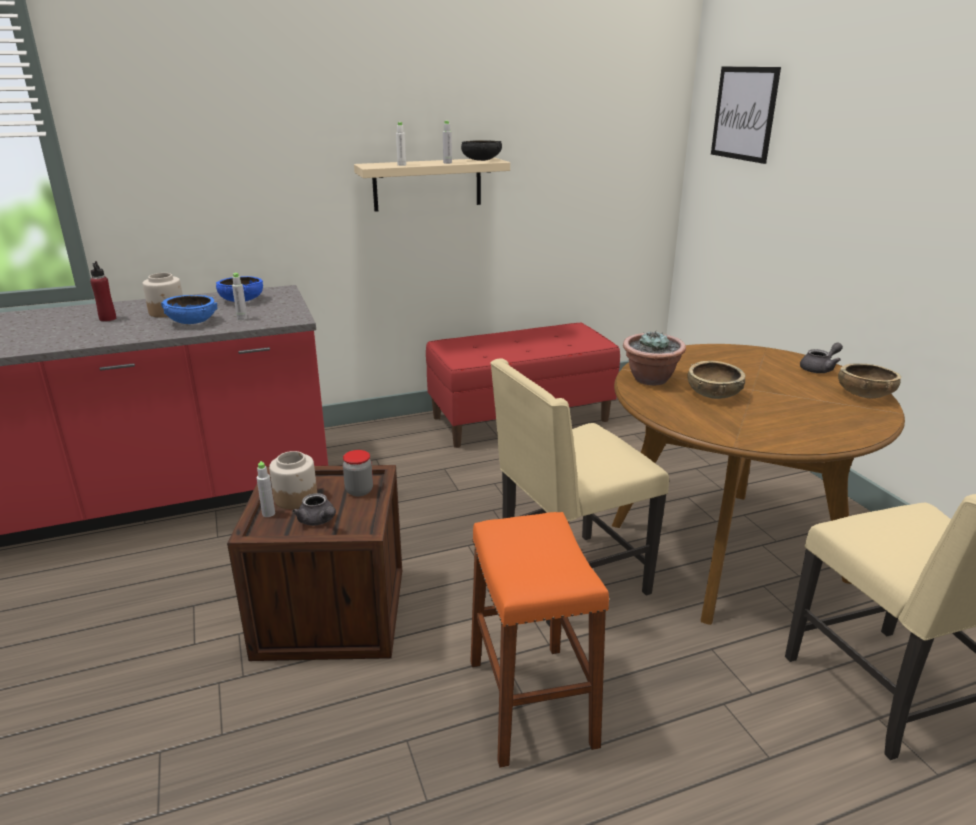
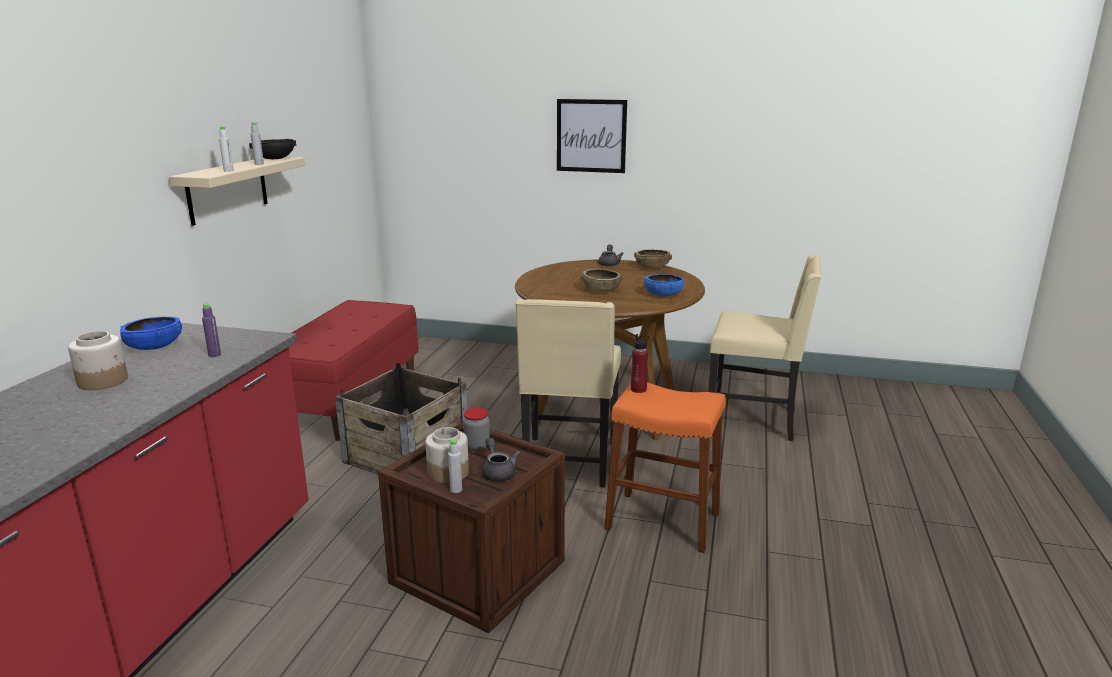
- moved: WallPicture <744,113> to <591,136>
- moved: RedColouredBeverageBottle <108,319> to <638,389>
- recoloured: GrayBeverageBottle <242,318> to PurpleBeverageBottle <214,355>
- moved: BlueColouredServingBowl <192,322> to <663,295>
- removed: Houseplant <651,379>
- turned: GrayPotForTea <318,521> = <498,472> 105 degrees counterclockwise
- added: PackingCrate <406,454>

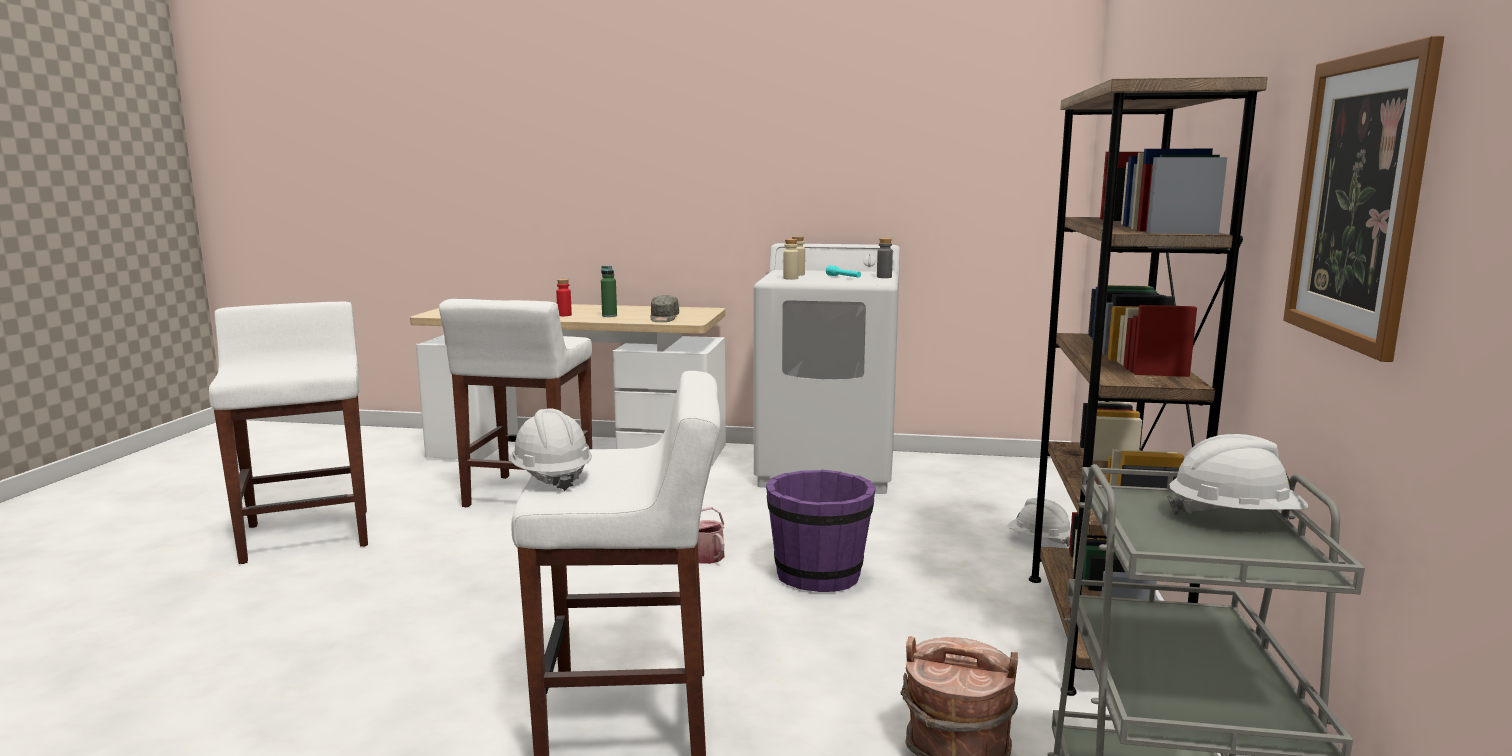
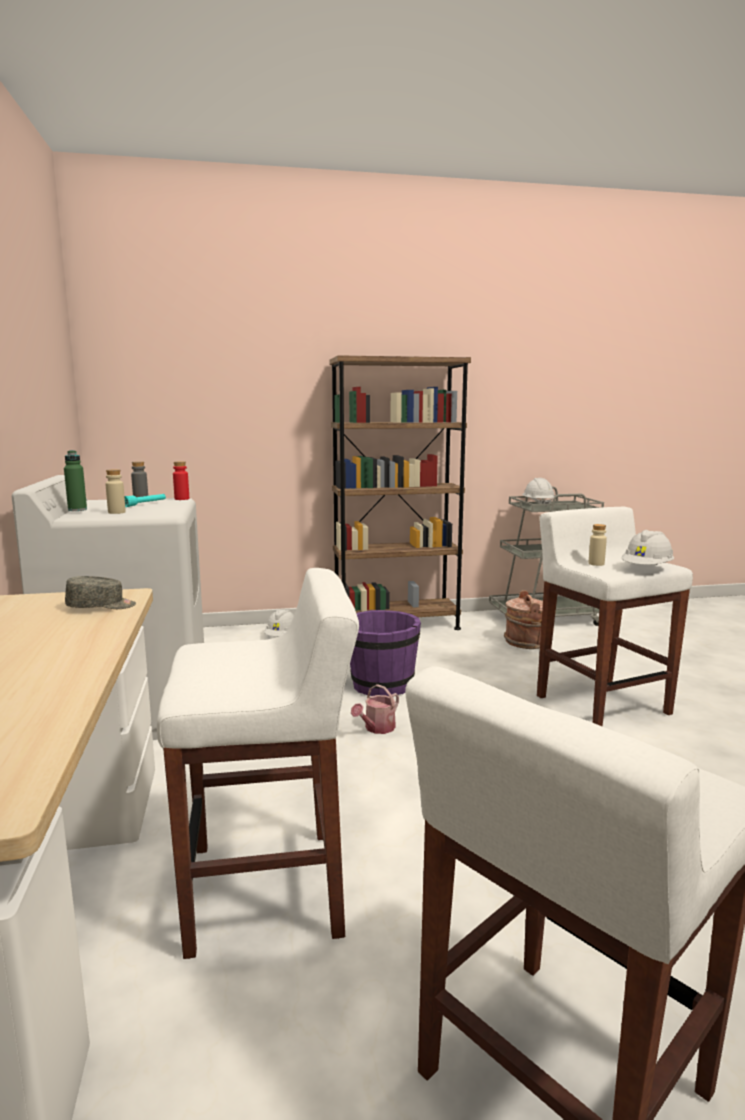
- removed: WallPicture <1357,200>
- moved: BeigeColouredBeverageBottle <790,278> to <596,564>
- moved: GreenishBeverageBottle <609,316> to <77,510>
- moved: RedColouredBeverageBottle <564,315> to <182,499>

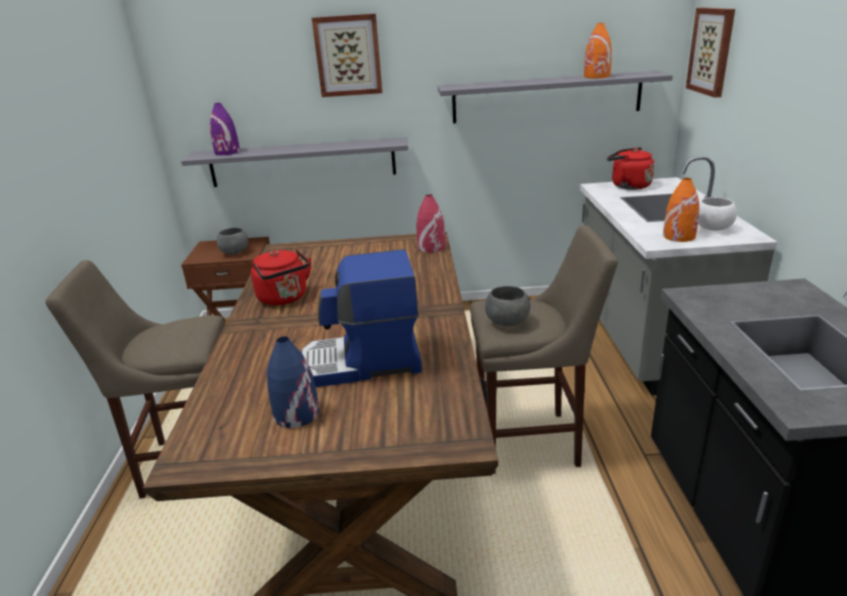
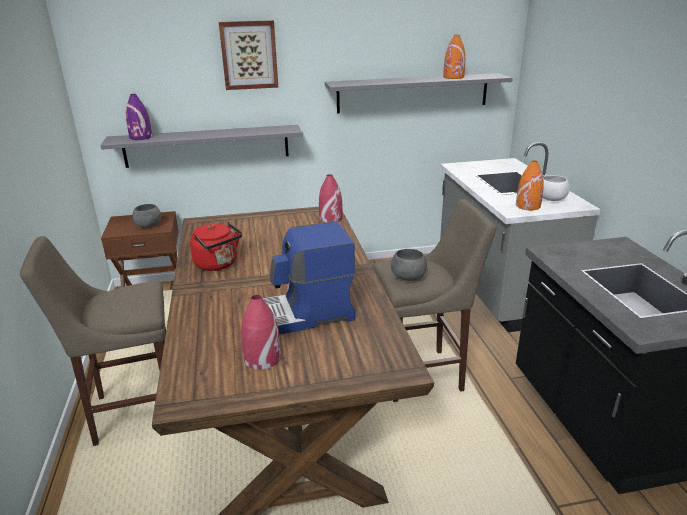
- removed: WallPicture <711,51>
- removed: RedColouredWaterKettle <628,186>
- recoloured: BlueColouredVase <296,414> to RedColouredVase <262,358>

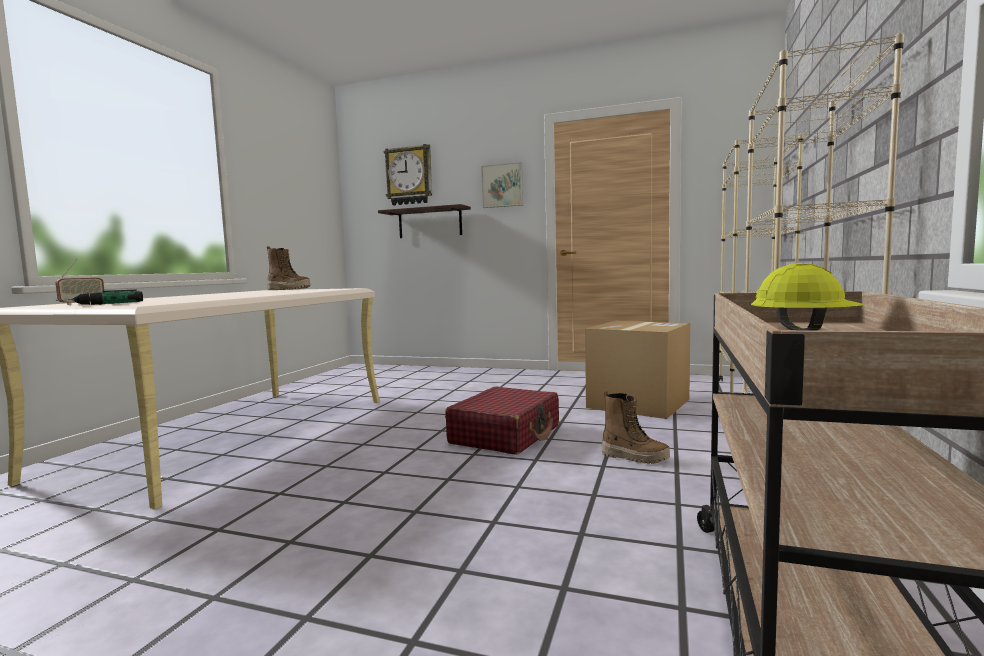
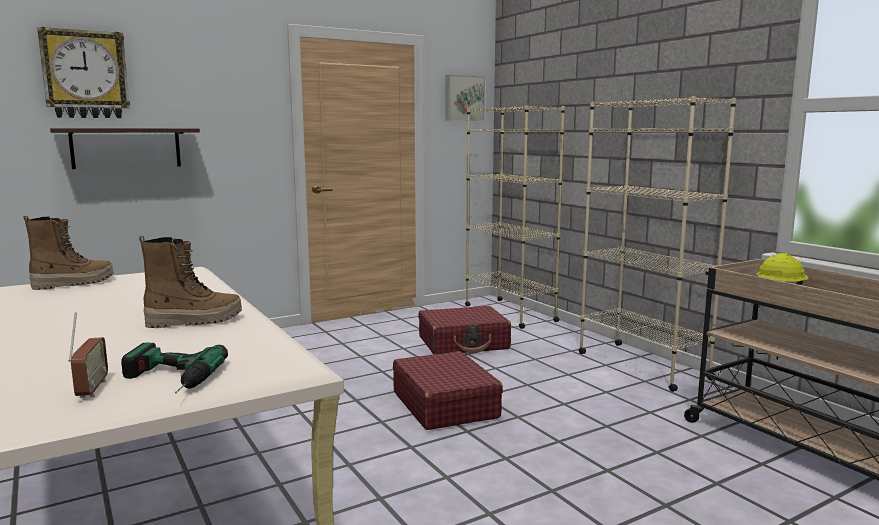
- moved: WallPicture <502,186> to <463,98>
- replaced: PackingBox <638,403> to RedColouredSuitcase <464,343>
- moved: Boot <635,457> to <194,321>

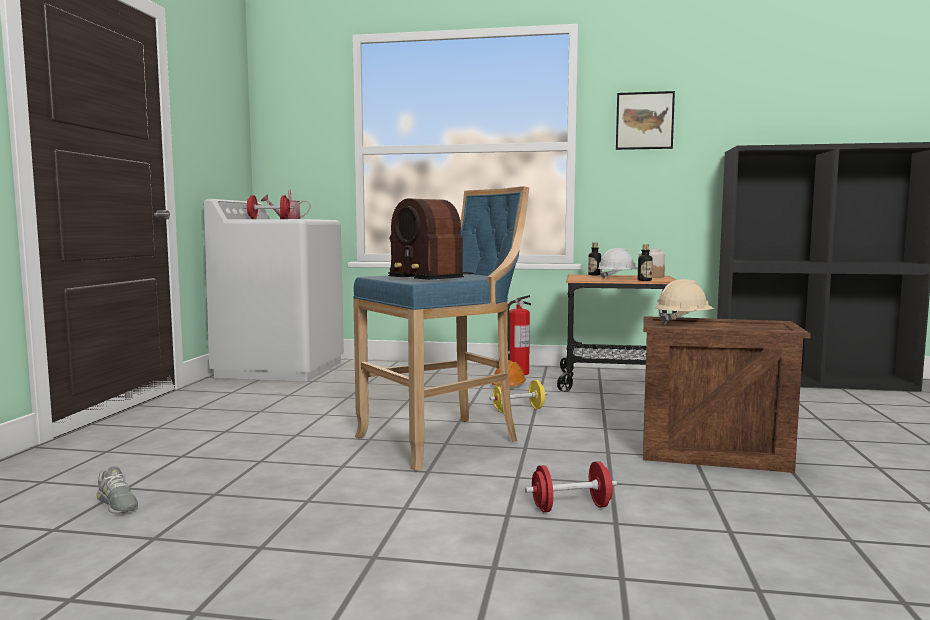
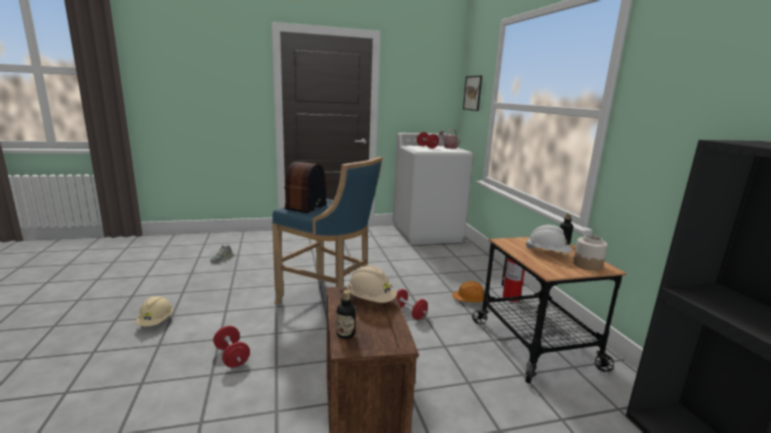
- moved: WallPicture <644,121> to <472,93>
- moved: BeverageBottle <644,280> to <345,334>
- recoloured: YellowColouredDumbbell <518,410> to RedColouredDumbbell <409,313>
- added: BeigeColouredHardHat <156,322>

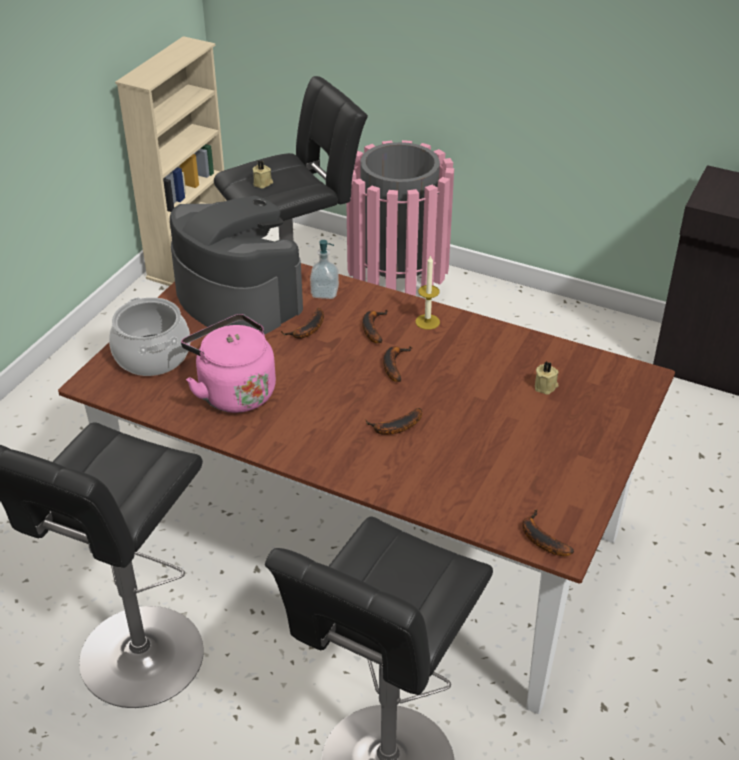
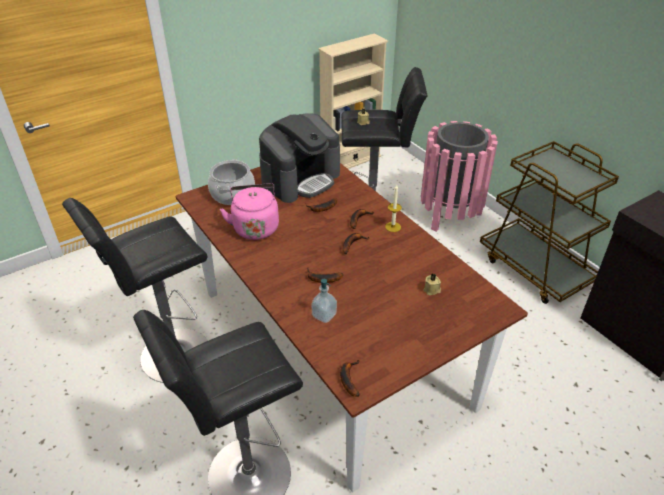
- turned: CoffeeMaker <237,298> = <300,179> 60 degrees clockwise
- moved: SoapDispenser <324,292> to <324,315>
- added: BrownColouredCart <535,269>

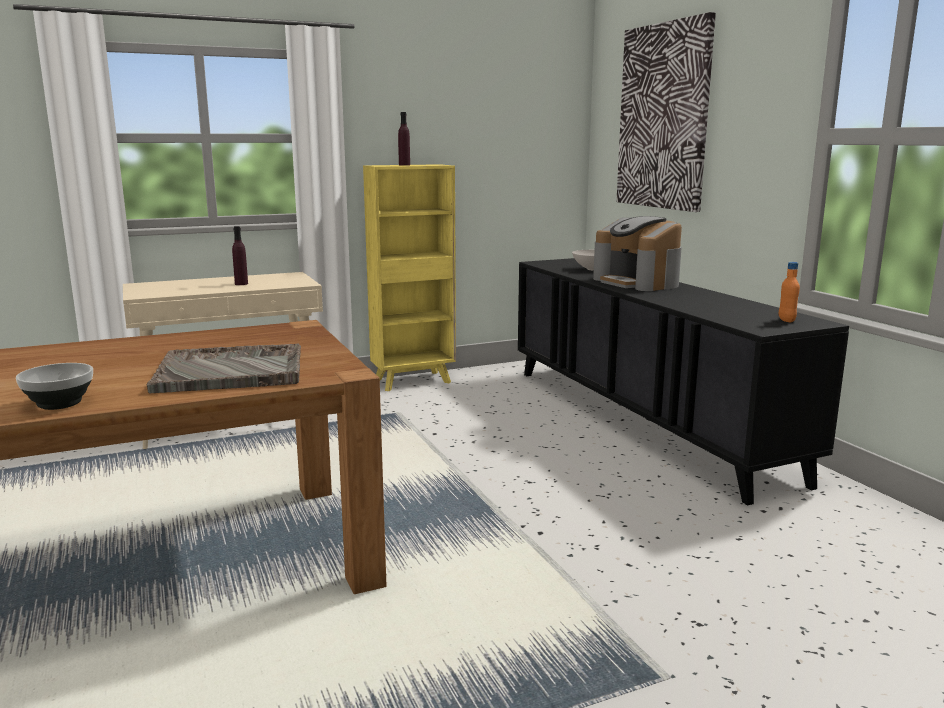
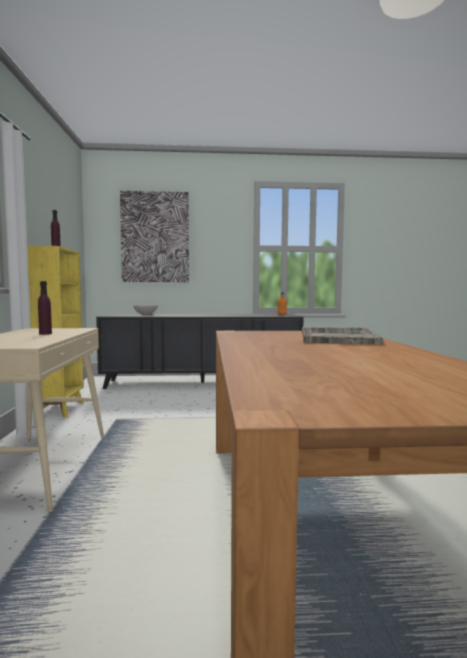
- removed: CoffeeMaker <637,282>
- removed: ServingBowl <60,404>

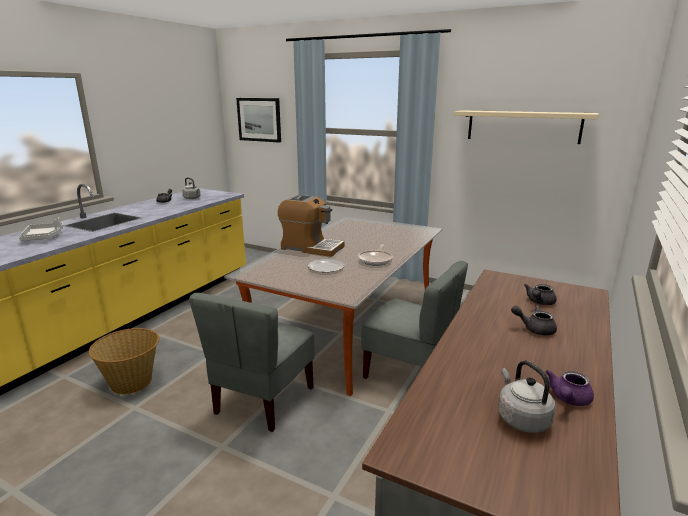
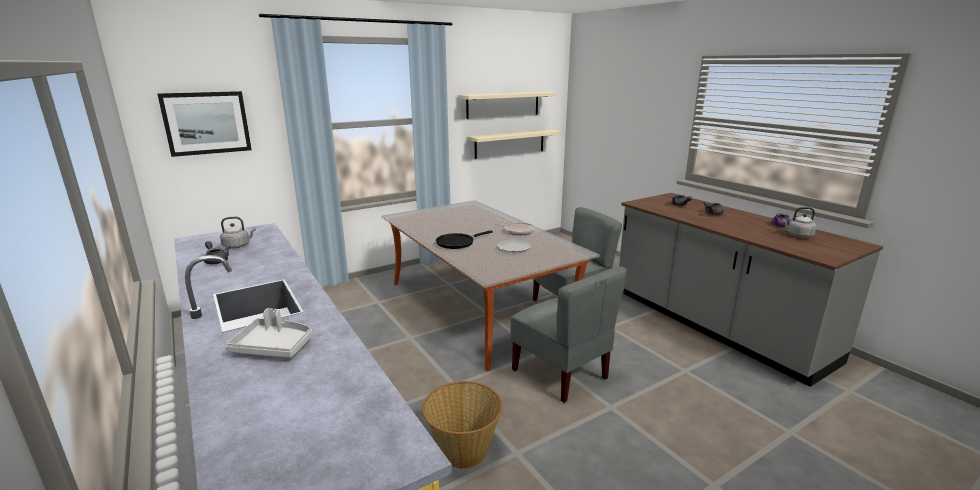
- replaced: CoffeeMaker <311,248> to BlackFryingPan <457,243>
- added: BeigeColouredBracketShelf <510,143>

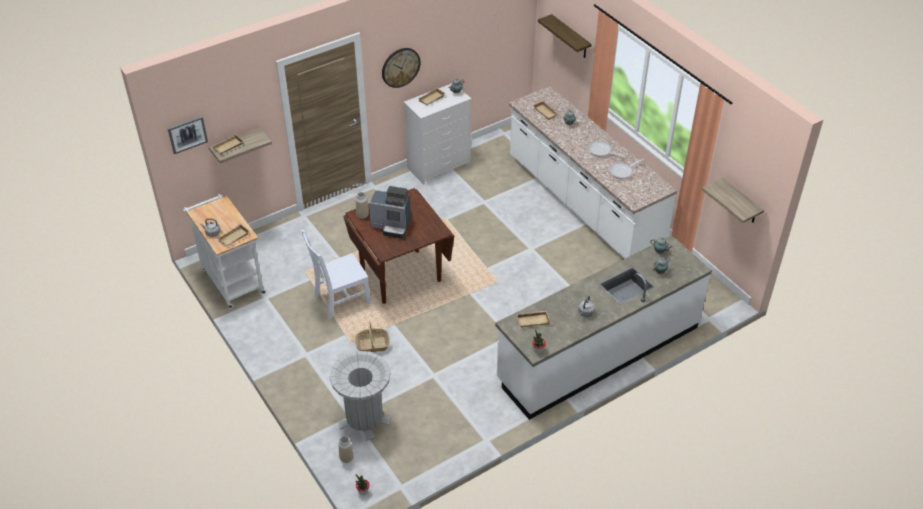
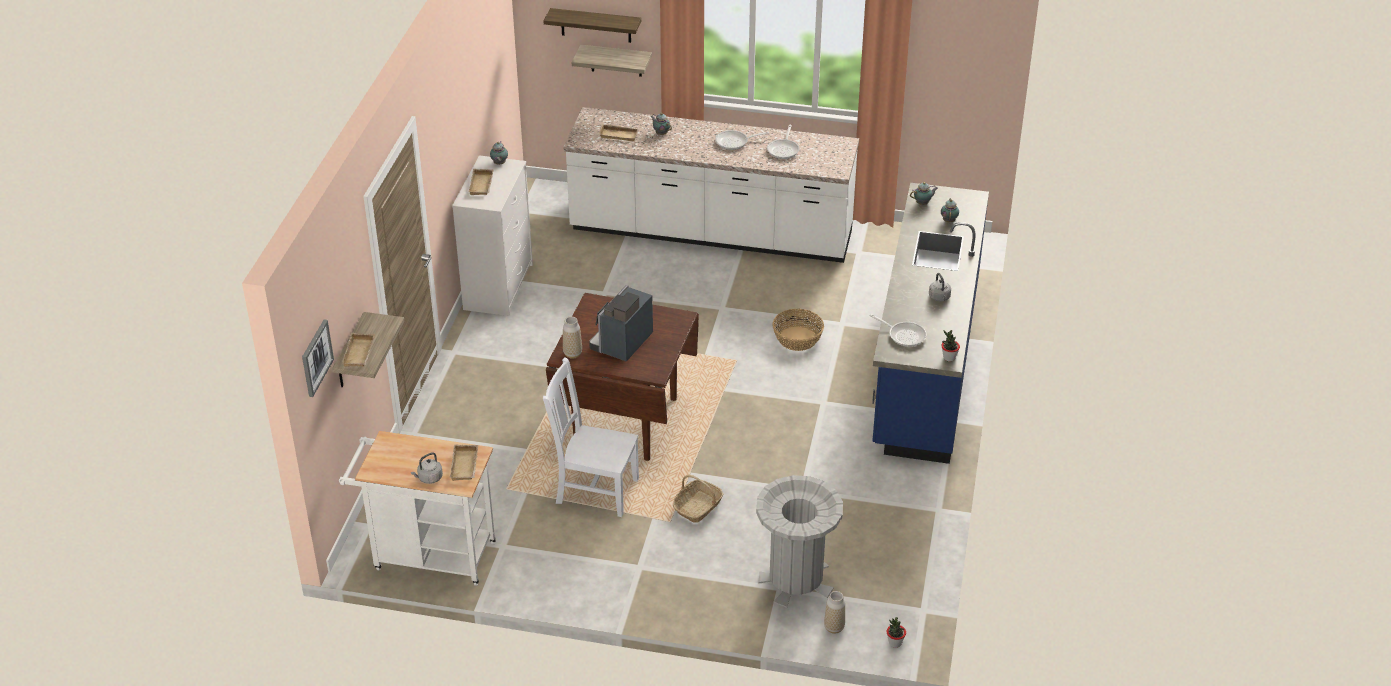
- removed: HangingClock <400,67>
- moved: BracketShelf <741,202> to <616,60>
- turned: CoffeeMaker <392,226> = <621,344> 150 degrees clockwise
- turned: WhitePlainChair <340,300> = <594,490> 90 degrees clockwise
- recoloured: WhiteCounter <598,353> to BlueColouredCounter <925,361>
- replaced: BeigeColouredCarryingTray <533,320> to FryingPan <904,335>
- added: HouseholdBasket <797,339>

